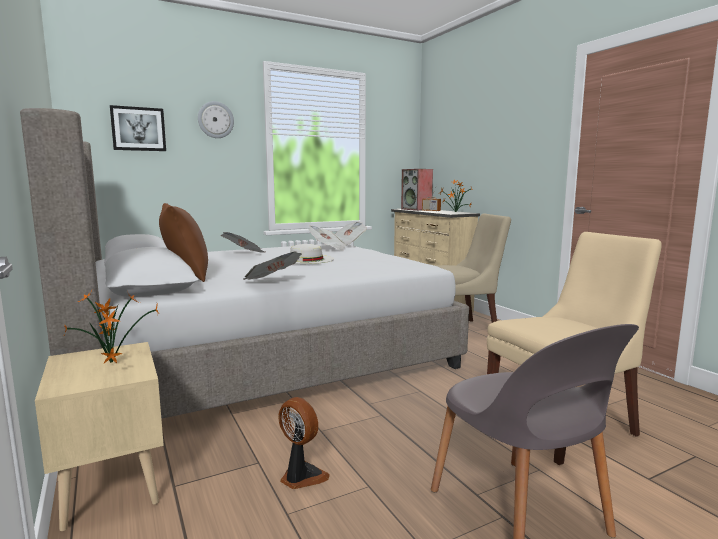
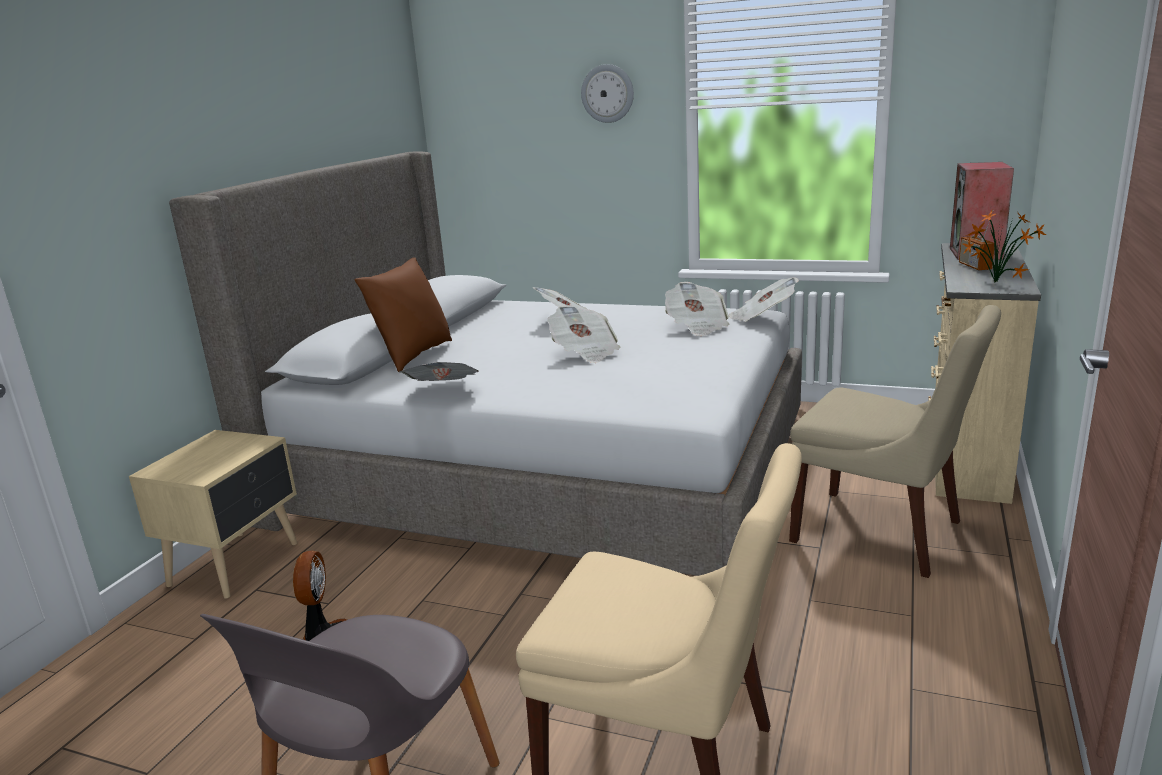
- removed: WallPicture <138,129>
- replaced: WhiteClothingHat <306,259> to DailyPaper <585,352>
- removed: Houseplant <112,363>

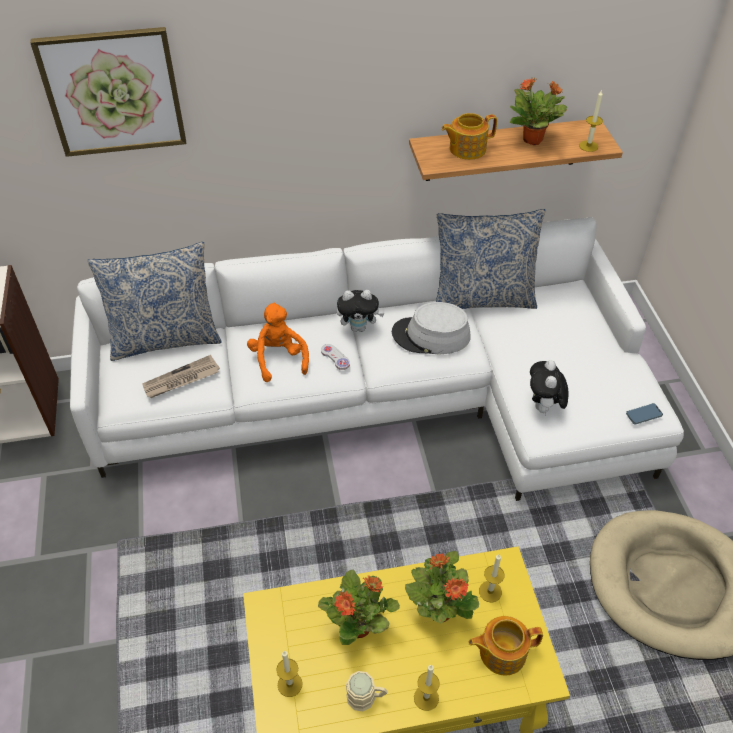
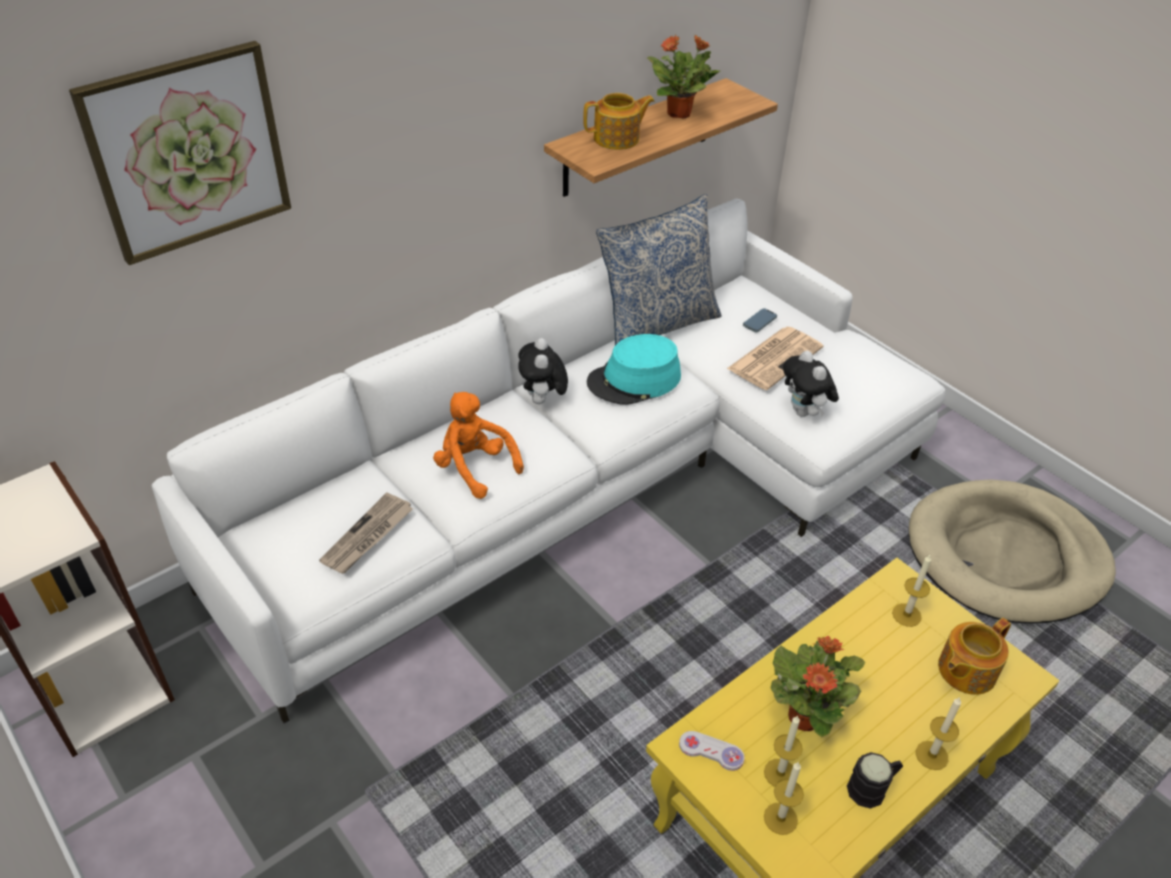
- moved: Candle <588,146> to <780,773>
- turned: PotForTea <466,149> = <617,139> 150 degrees counterclockwise
- removed: Cushion <165,338>
- turned: SoftToy <359,327> = <542,401> 120 degrees clockwise
- recoloured: GrayClothingHat <431,335> to TurquoiseColouredClothingHat <634,380>
- moved: WhiteGameController <335,357> to <711,751>
- moved: Handset <643,415> to <759,322>
- removed: Houseplant <439,610>
- recoloured: BeigeColouredCoffeeMug <366,697> to BlackCoffeeMug <872,788>
- added: DailyPaper <775,357>

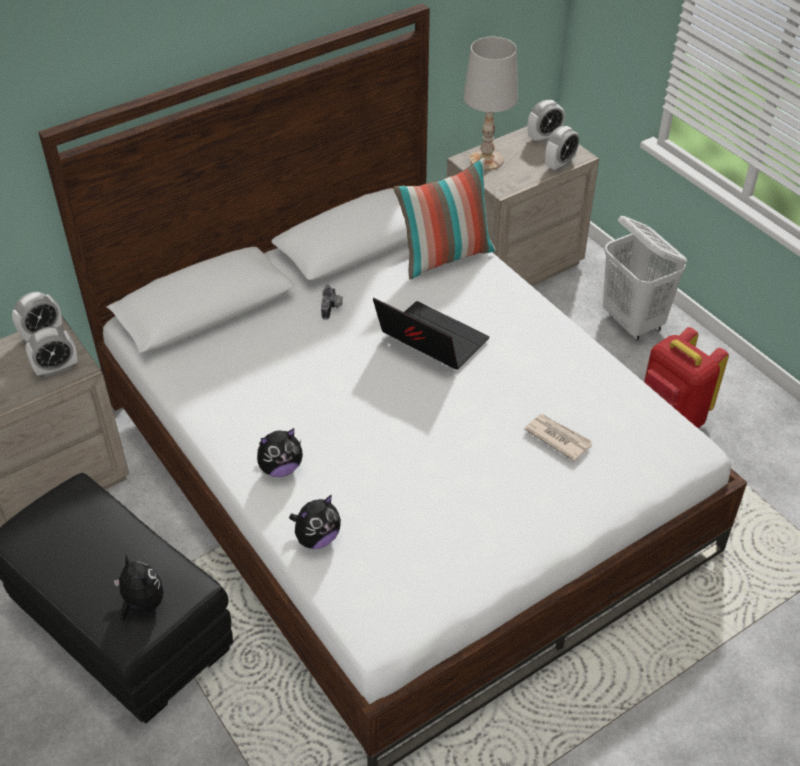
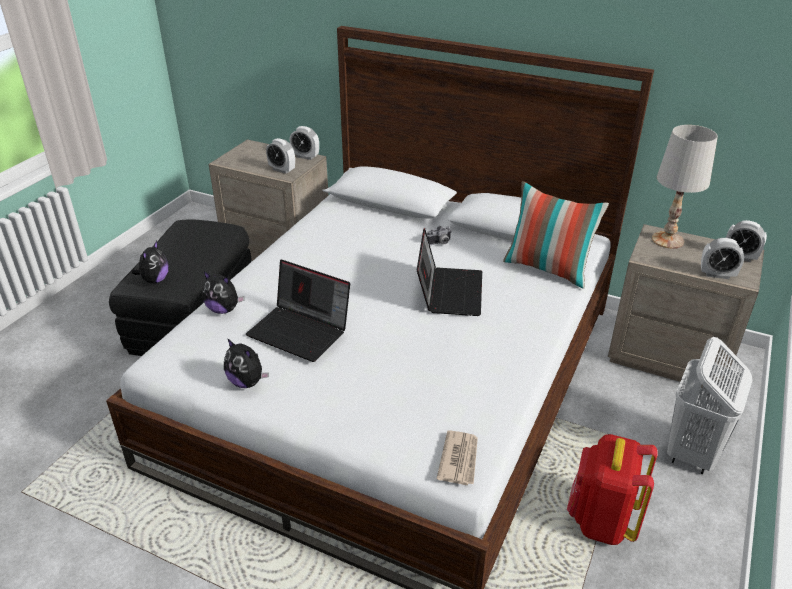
- moved: DailyPaper <557,438> to <459,459>
- moved: SoftToy <280,468> to <247,382>
- added: NotebookComputer <301,331>

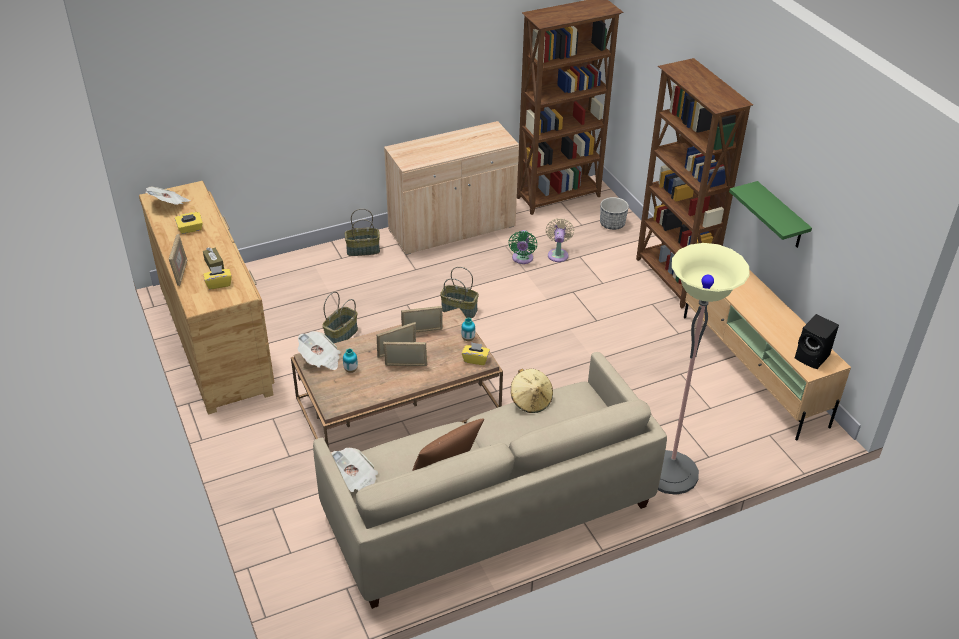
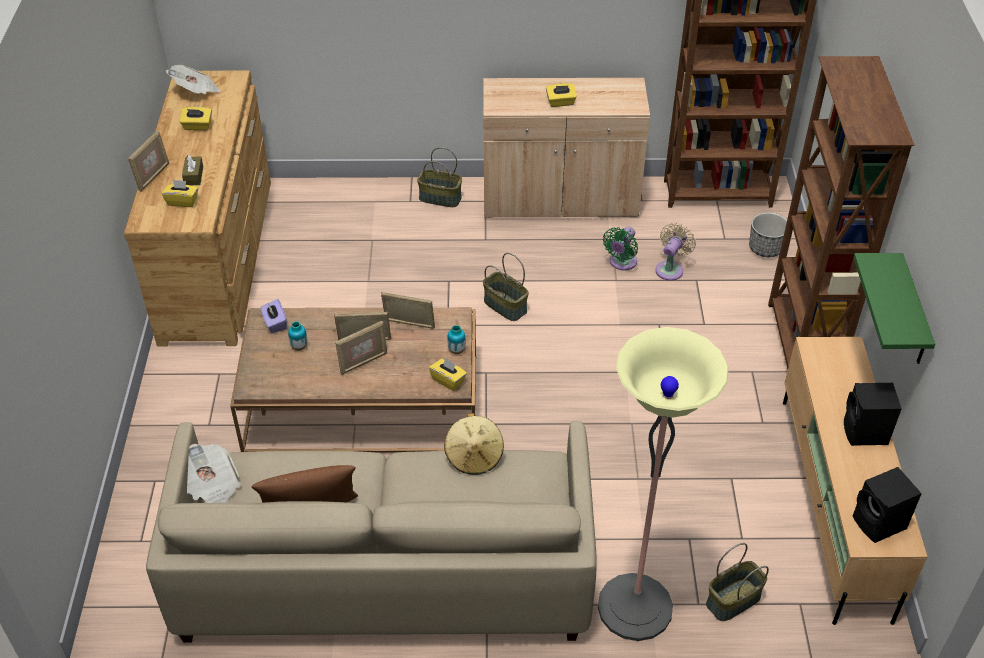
- moved: HouseholdBasket <341,335> to <733,601>
- replaced: DailyPaper <320,359> to PurpleTissueHolder <275,323>
- turned: PhotoFrame <406,366> = <363,362> 120 degrees clockwise
- added: YellowColouredTissueHolder <560,102>
- added: BlackSpeaker <865,433>

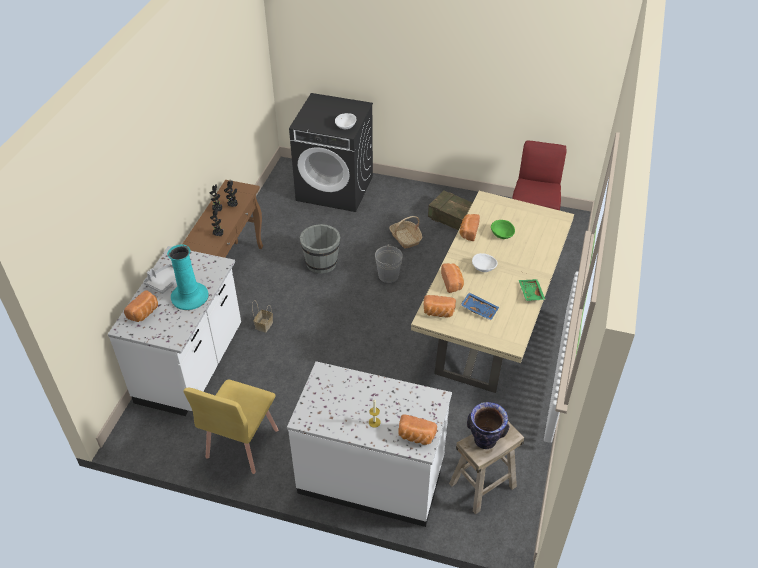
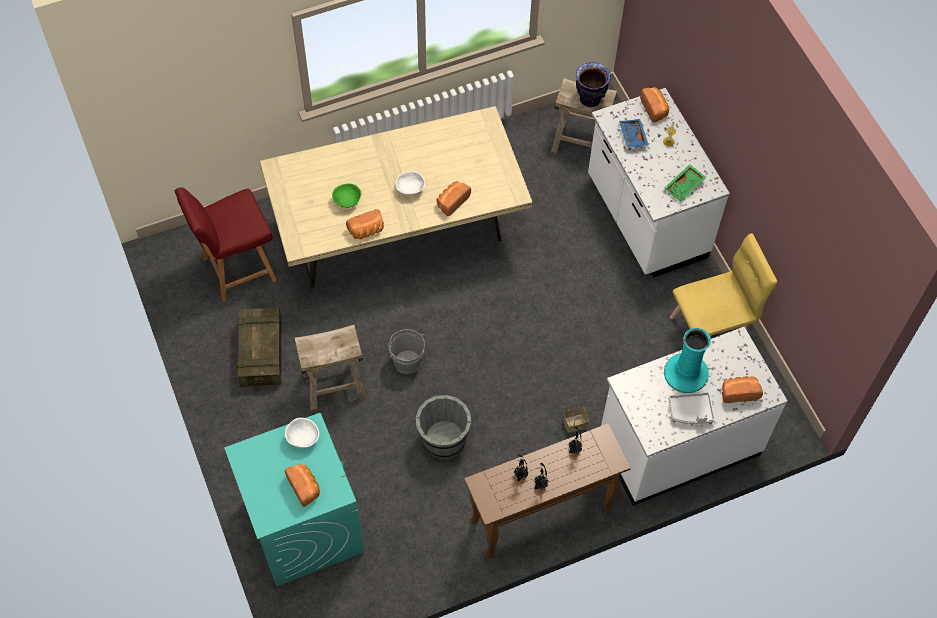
- recoloured: BlackWashingMachine <335,188> to TurquoiseColouredWashingMachine <303,526>
- replaced: HouseholdBasket <405,238> to BeigeColouredStoolSeat <334,385>
- moved: GreenishCarryingTray <530,293> to <684,186>
- moved: BlueColouredCarryingTray <479,309> to <632,136>
- moved: Bread <438,313> to <305,487>

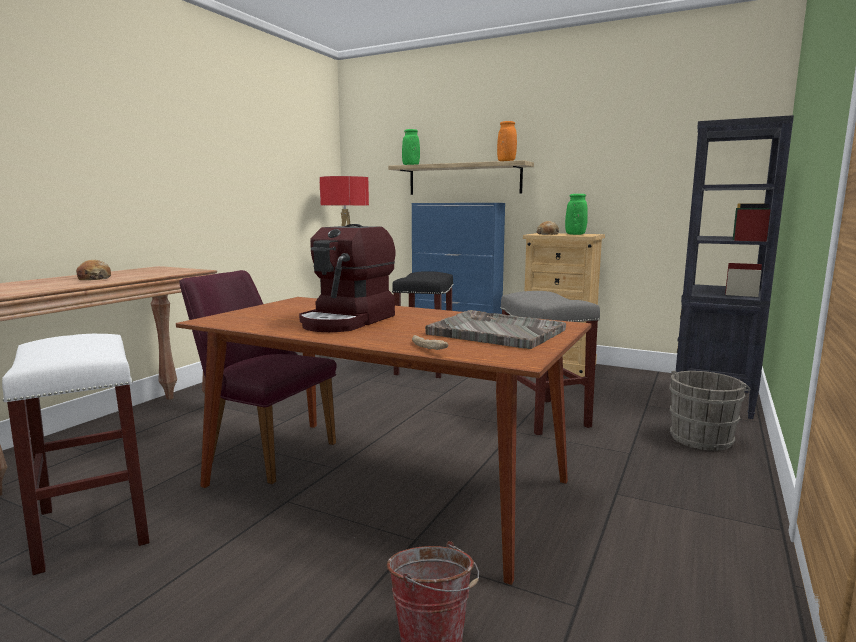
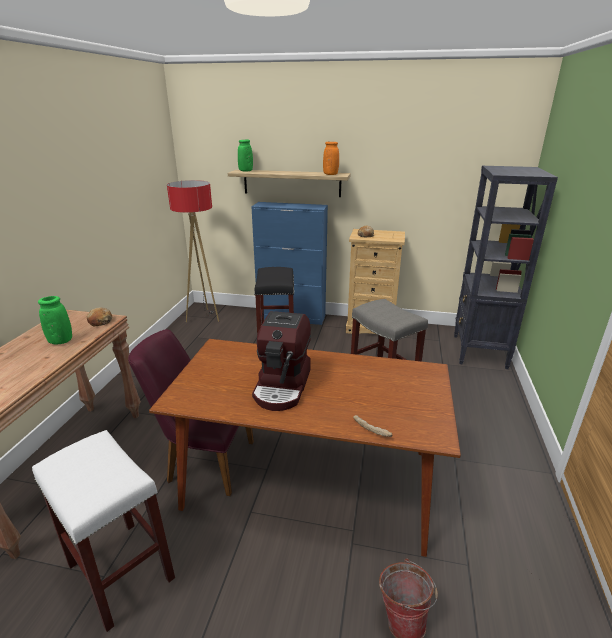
- moved: GreenishVase <575,234> to <61,341>
- moved: Bread <94,278> to <100,321>
- removed: GrayCarryingTray <495,332>
- removed: GrayWaterBucket <702,437>

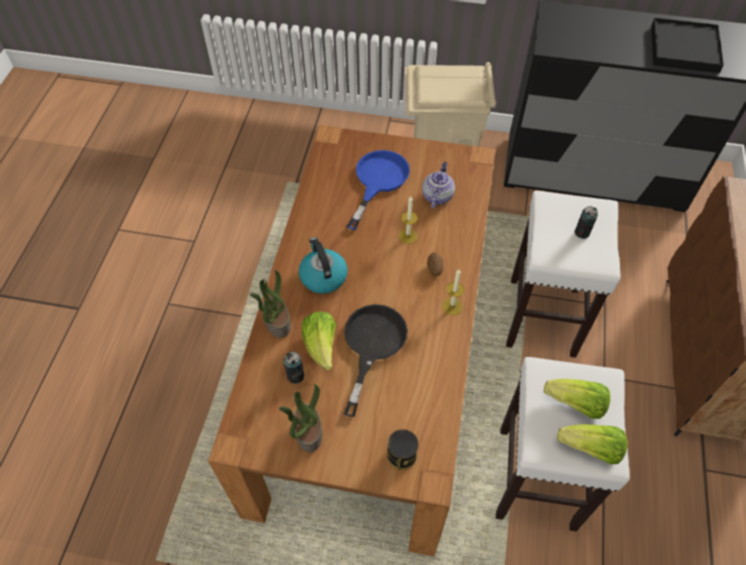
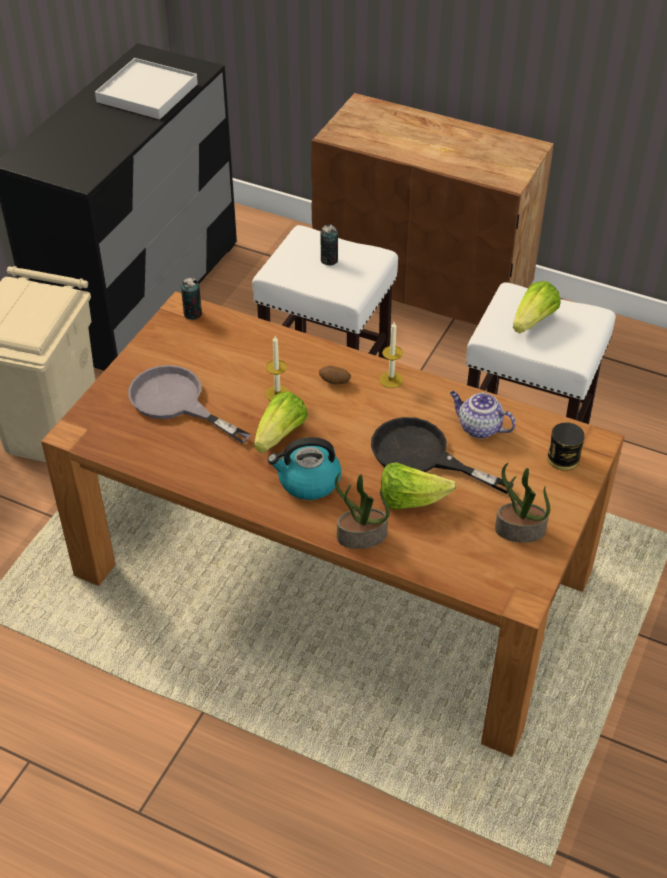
- recoloured: BlackCarryingTray <684,48> to WhiteCarryingTray <147,93>
- recoloured: BlueColouredFryingPan <378,181> to GrayFryingPan <176,402>
- moved: PotForTea <437,196> to <478,427>
- moved: MetalCan <295,376> to <192,314>
- moved: Lettuce <591,449> to <280,435>

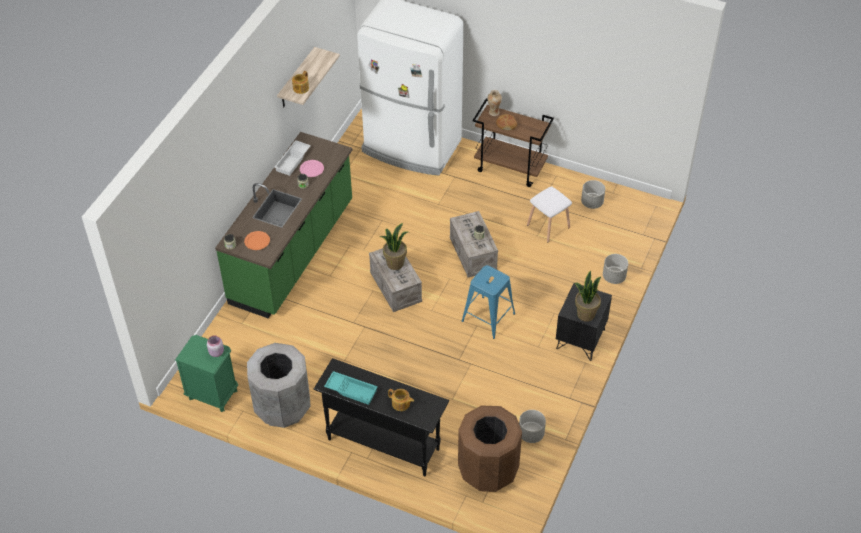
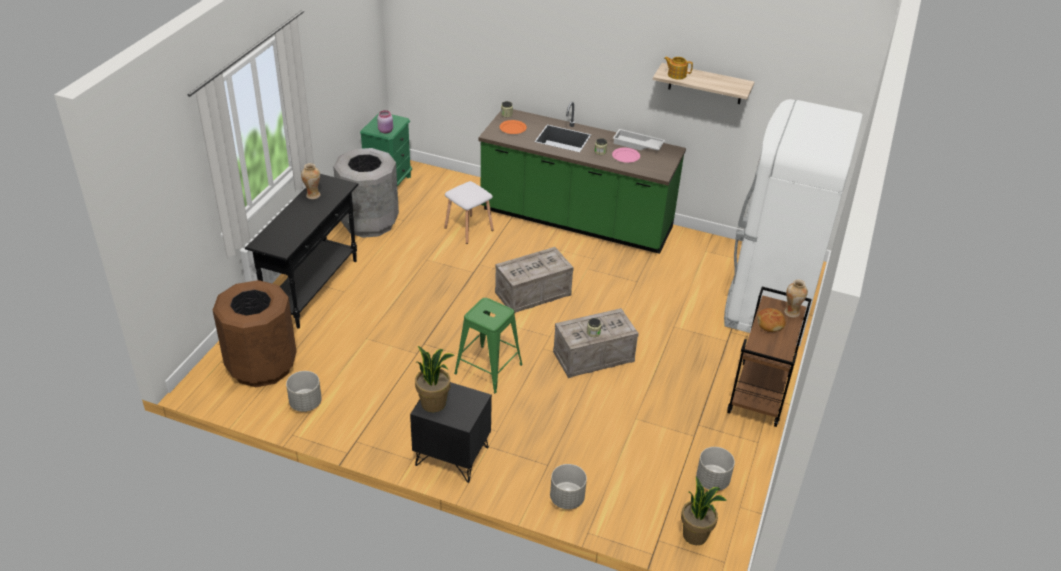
- moved: WhiteStoolSeat <549,226> to <468,229>
- moved: Houseplant <395,263> to <695,535>
- recoloured: BlueColouredStoolSeat <488,317> to GreenishStoolSeat <489,369>
- replaced: TurquoiseColouredCarryingTray <352,390> to Vase <313,195>
- removed: PotForTea <401,404>

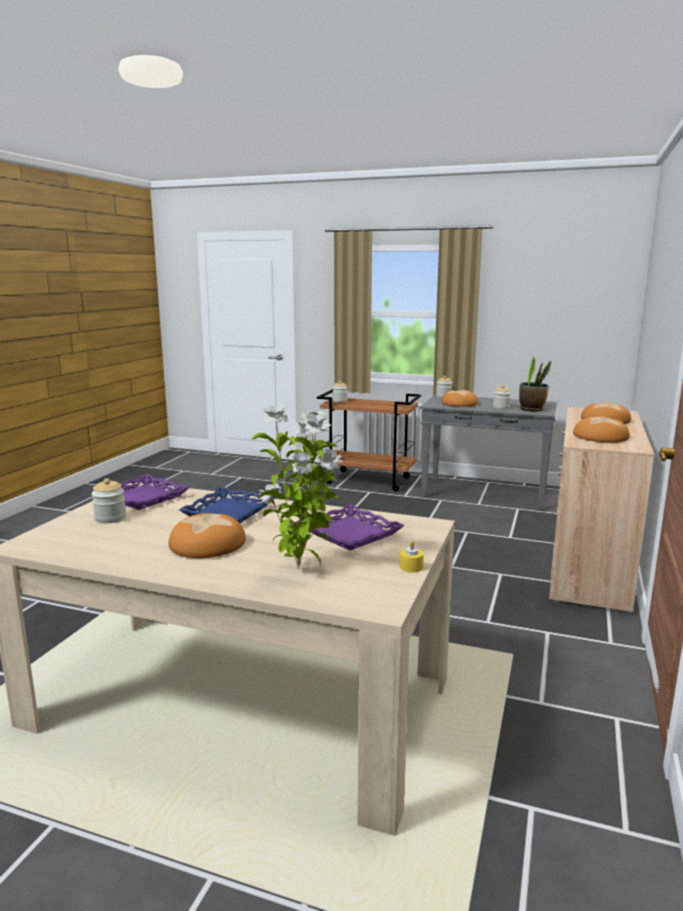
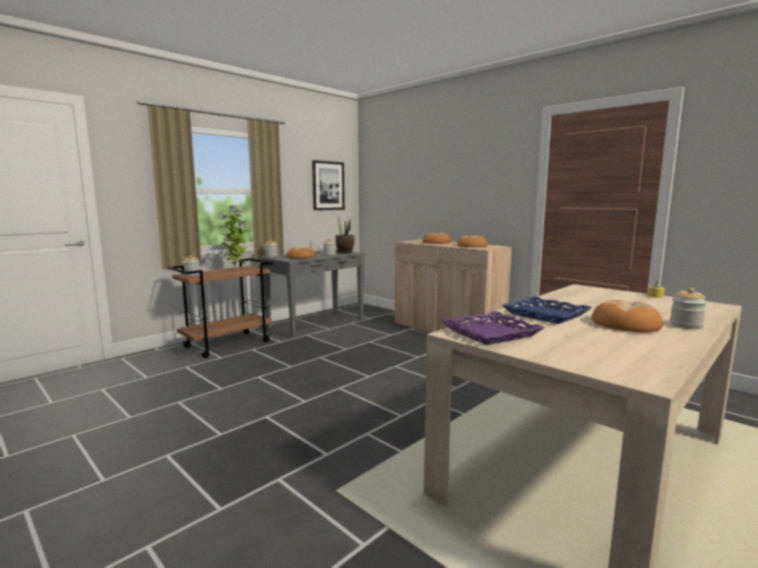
- moved: Houseplant <301,569> to <235,268>
- moved: StorageJar <110,518> to <686,325>
- removed: PurpleCarryingTray <350,533>
- added: WallPicture <328,185>

